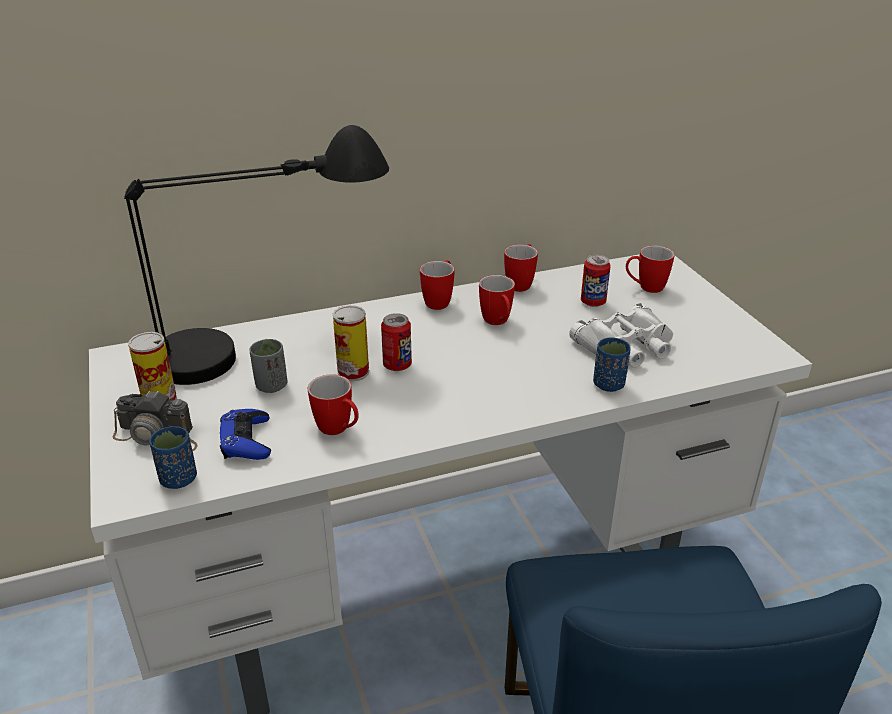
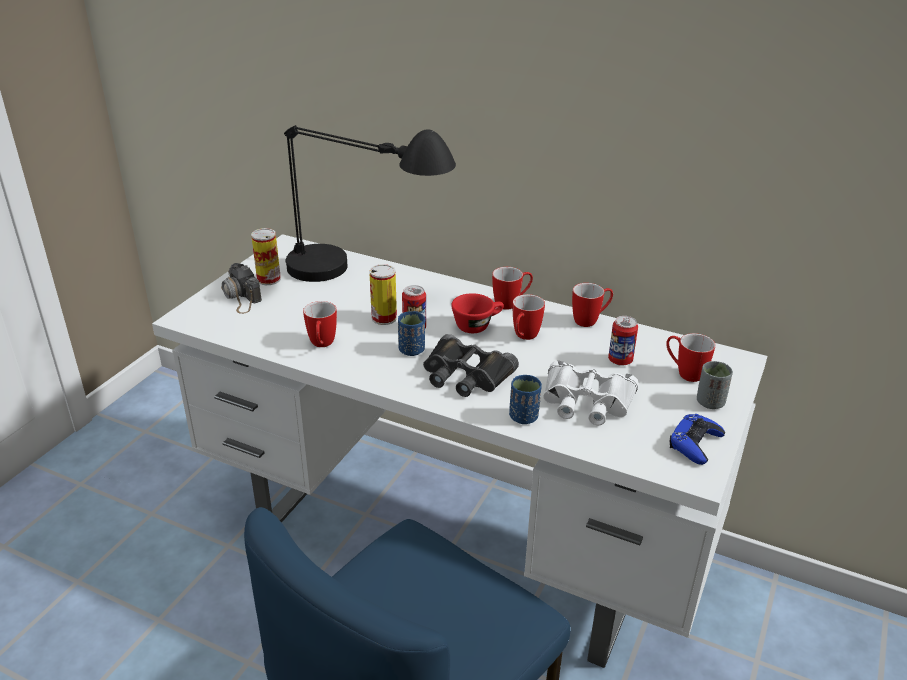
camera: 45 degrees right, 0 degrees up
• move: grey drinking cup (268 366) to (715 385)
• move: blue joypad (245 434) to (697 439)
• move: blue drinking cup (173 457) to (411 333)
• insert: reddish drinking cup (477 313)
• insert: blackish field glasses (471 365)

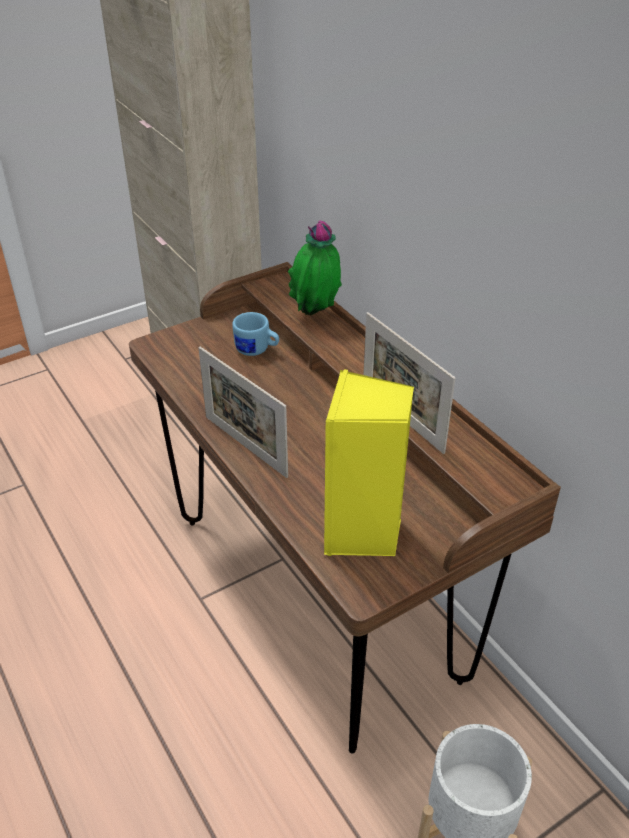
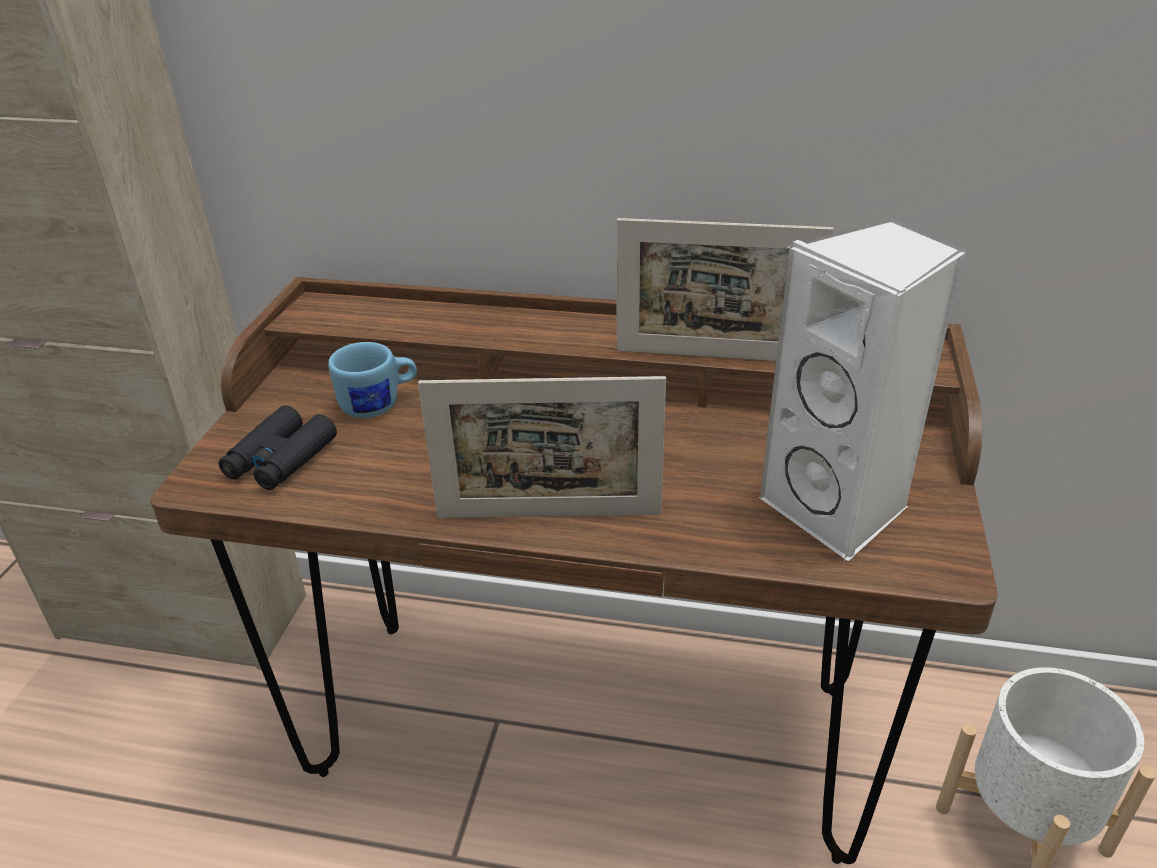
camera: 45 degrees left, 5 degrees down
• delete: plant in a pot (315 268)
• recolor: yellowish audio speaker (369 462) to white audio speaker (862 390)
• insert: blackish field glasses (277 447)

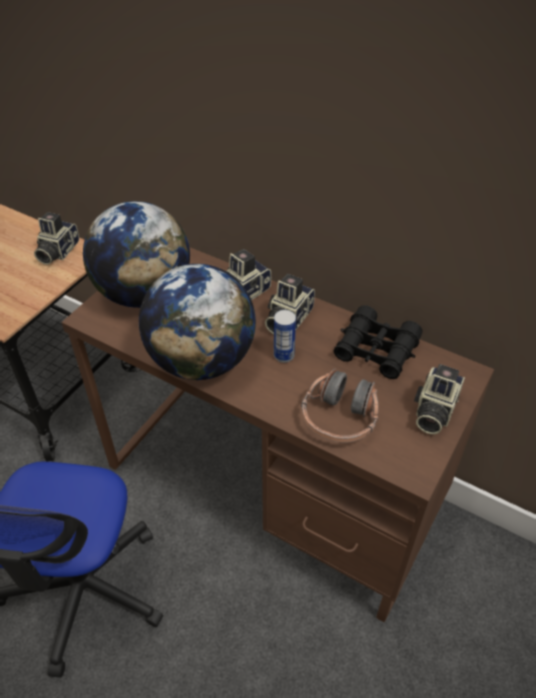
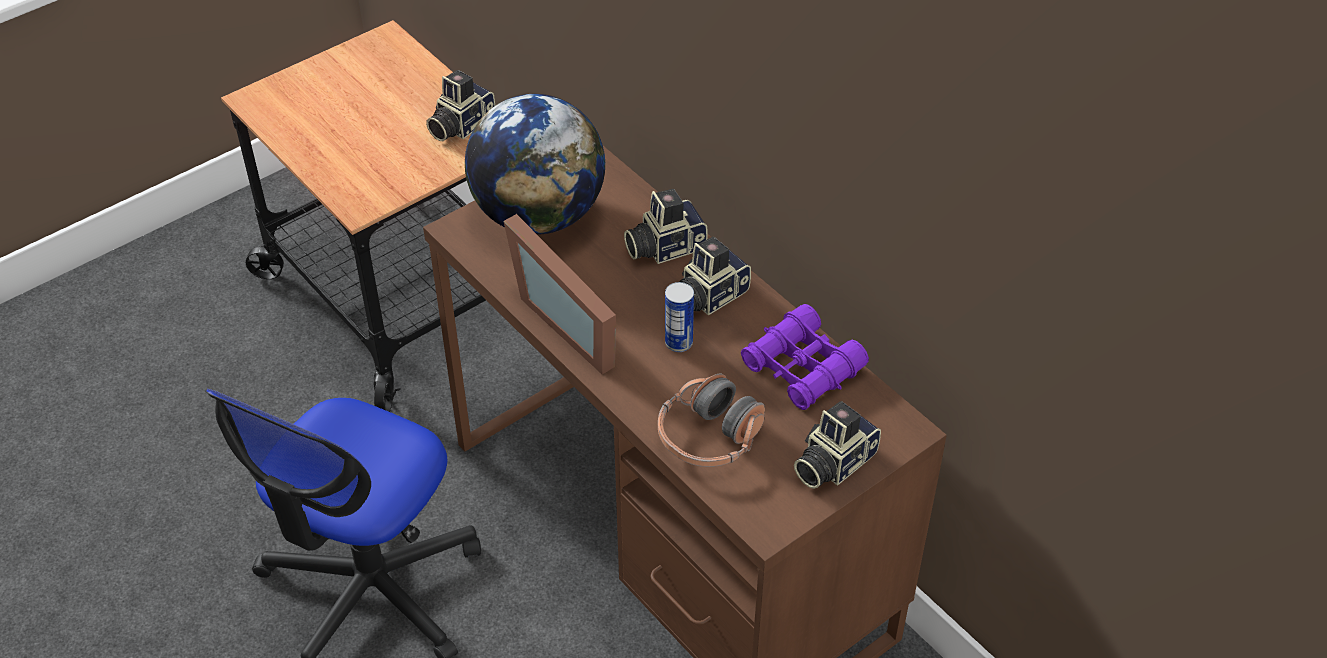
camera: 20 degrees right, 0 degrees up
• replace: desk globe (197 322) to picture frame (559 294)
• recolor: blackish field glasses (378 342) to purplish field glasses (805 357)

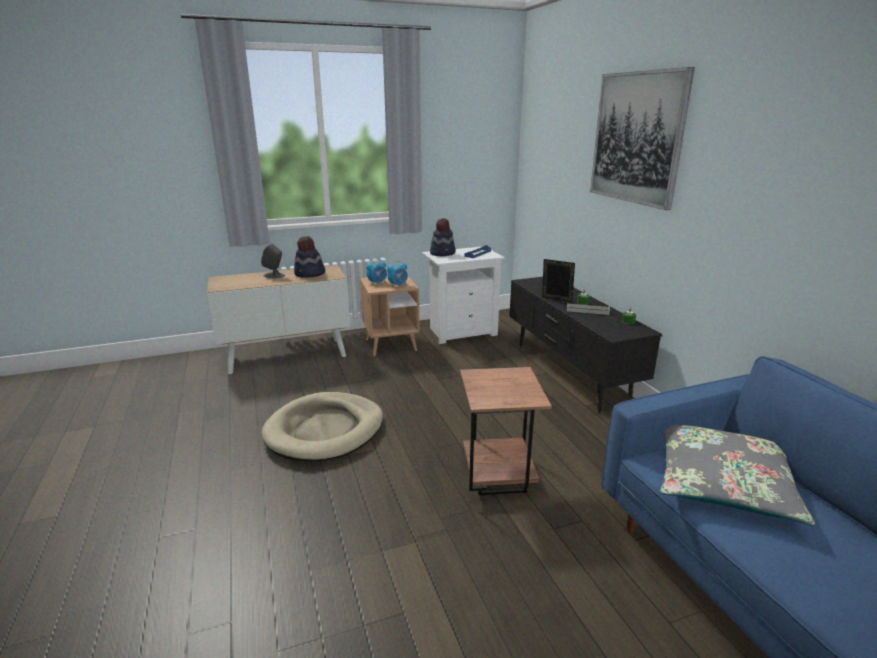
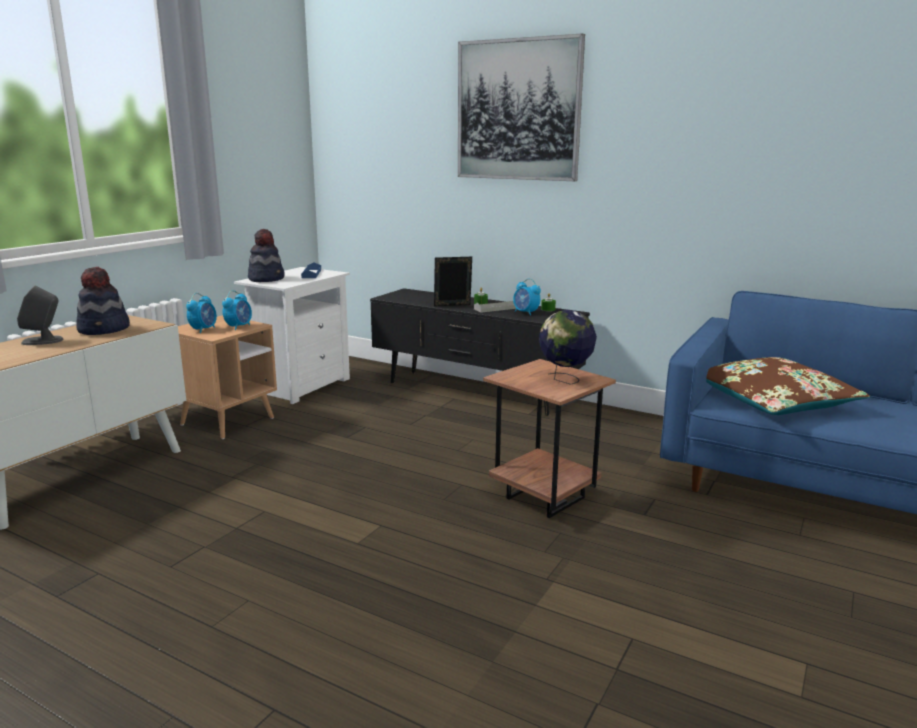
camera: 40 degrees left, 5 degrees down
• delete: sand-coloured dog cushion (322 427)
• recolor: grey pillow (737 475) to brown pillow (788 386)
• insert: table clock (527 297)
• insert: desk globe (568 347)

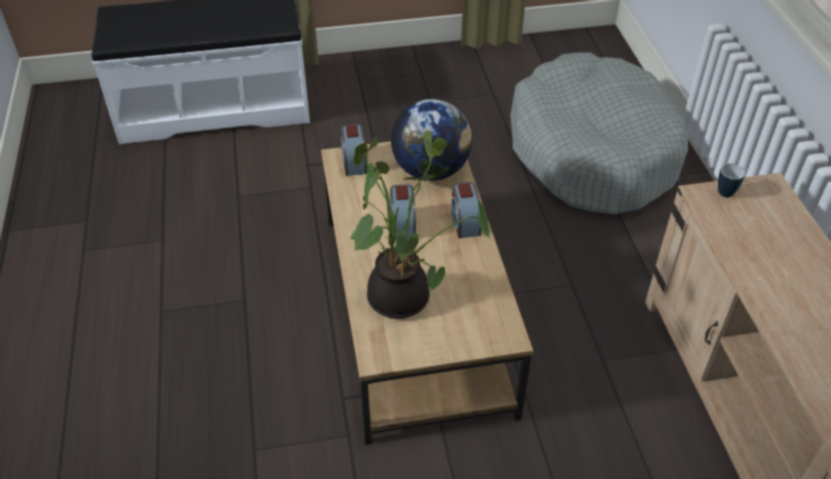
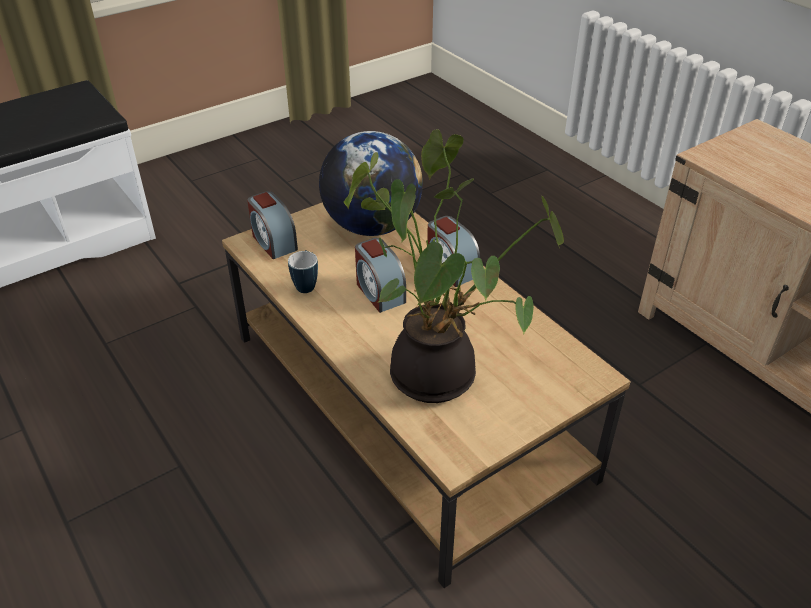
camera: 25 degrees left, 5 degrees down
• delete: grey dog cushion (599 133)
• move: coffee mug (731 180) to (303 271)

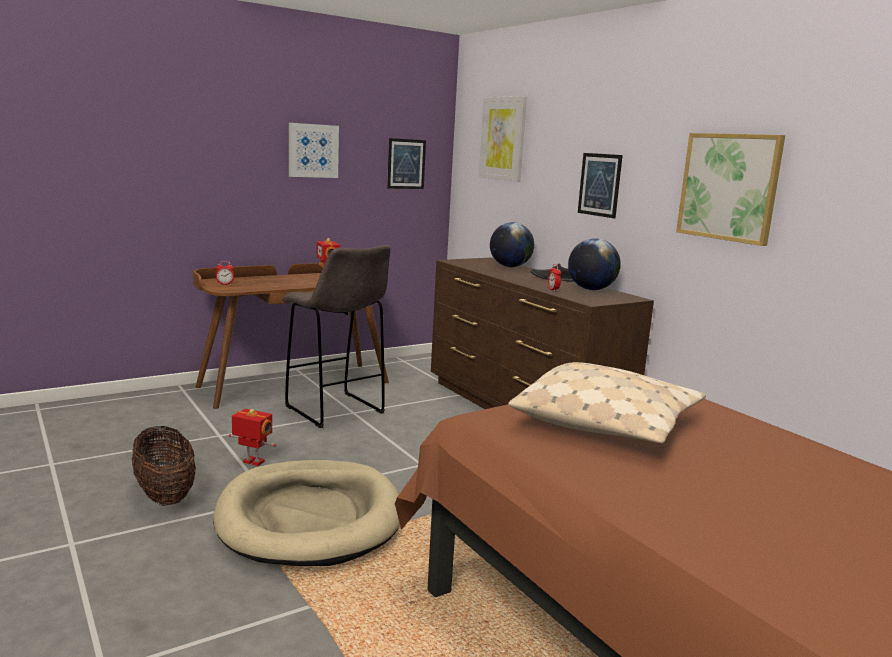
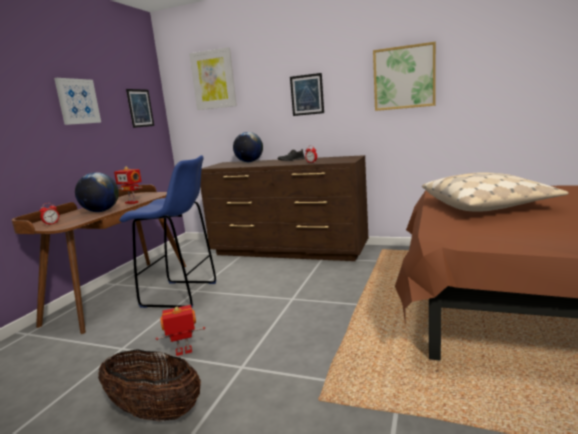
camera: 35 degrees left, 0 degrees up
• move: desk globe (594 264) to (97 192)
• recolor: grey stool seat (336 336) to blue stool seat (168 231)
• delete: sand-coloured dog cushion (306 513)

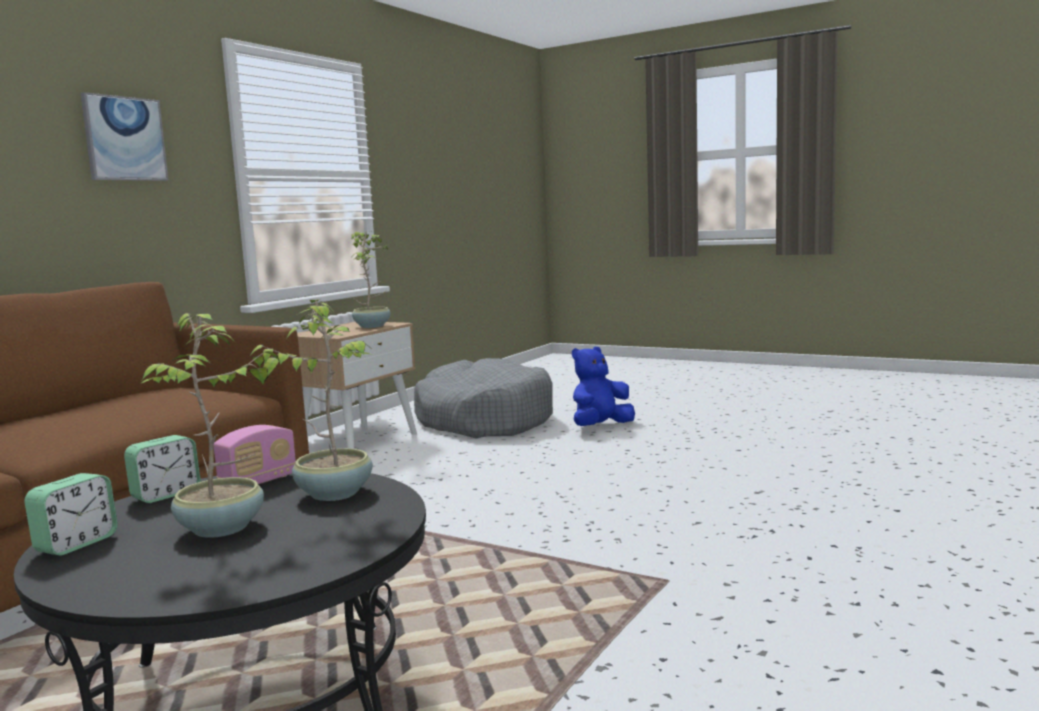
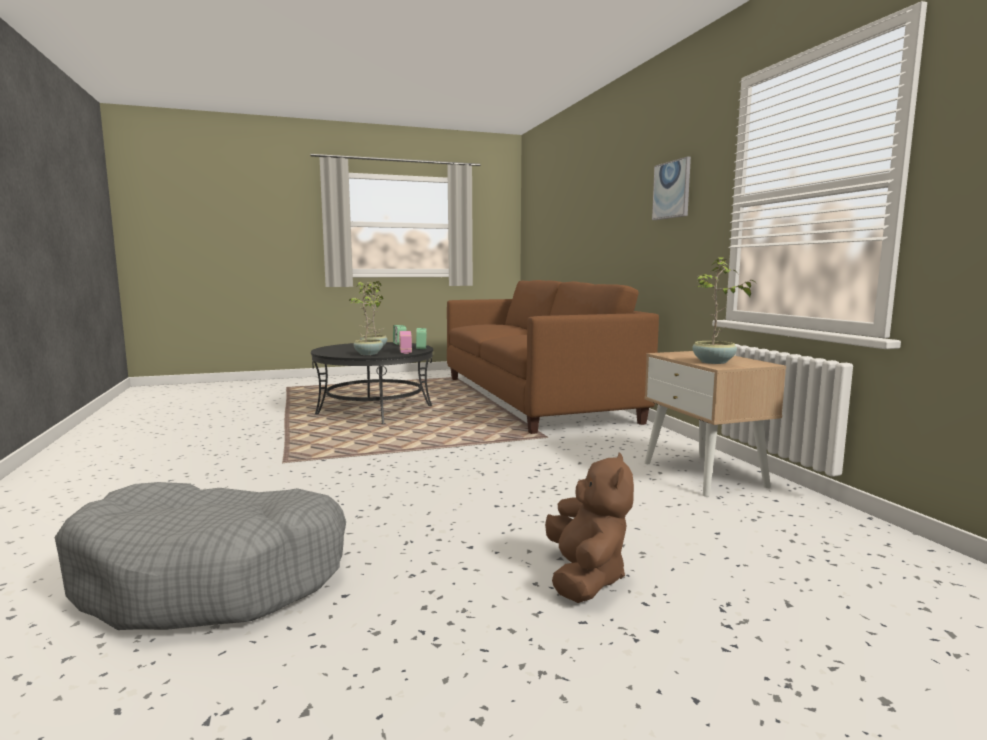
camera: 130 degrees right, 0 degrees up
• recolor: blue cuddly toy (603 386) to brown cuddly toy (589 527)
• move: grey dog cushion (483 398) to (200 556)

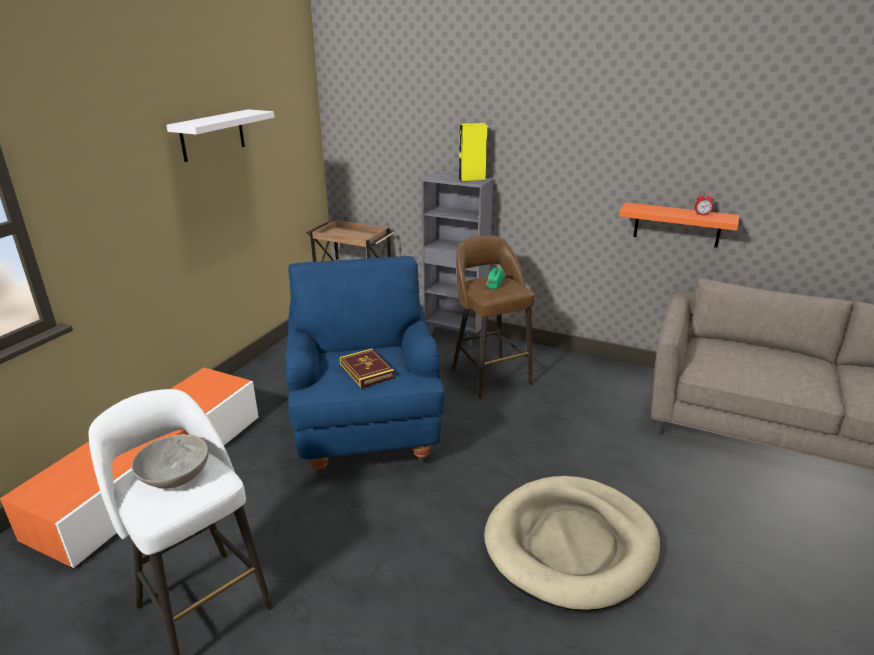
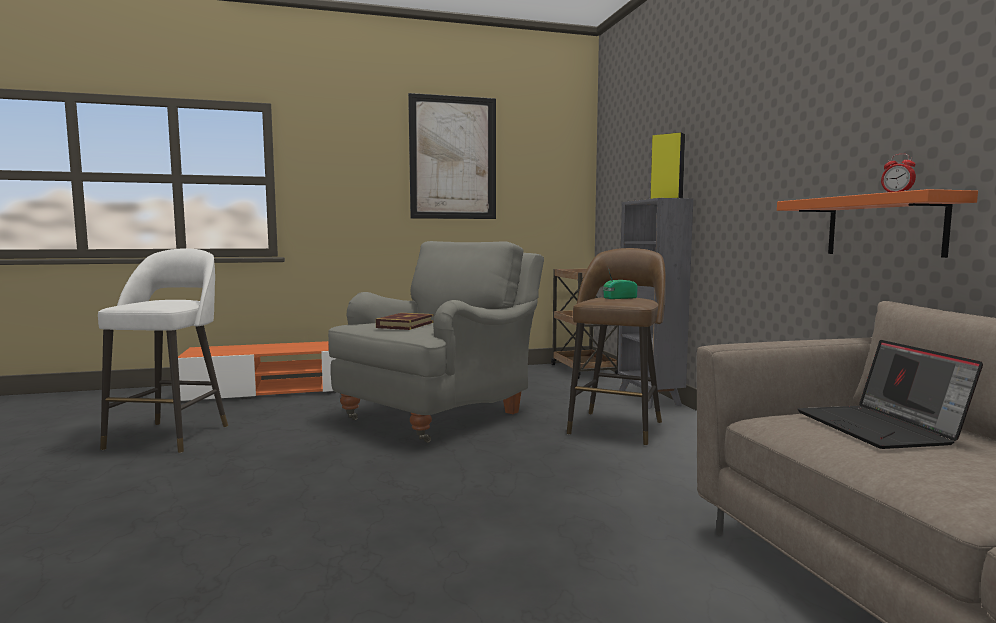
camera: 50 degrees right, 20 degrees down
• replace: white shelf (220 135) to wall art (452 156)
• recolor: blue armchair (365 365) to grey armchair (436 342)
• delete: grey bowl (169 461)
• delete: sand-coloured dog cushion (572 543)
• insert: portable computer (890 394)

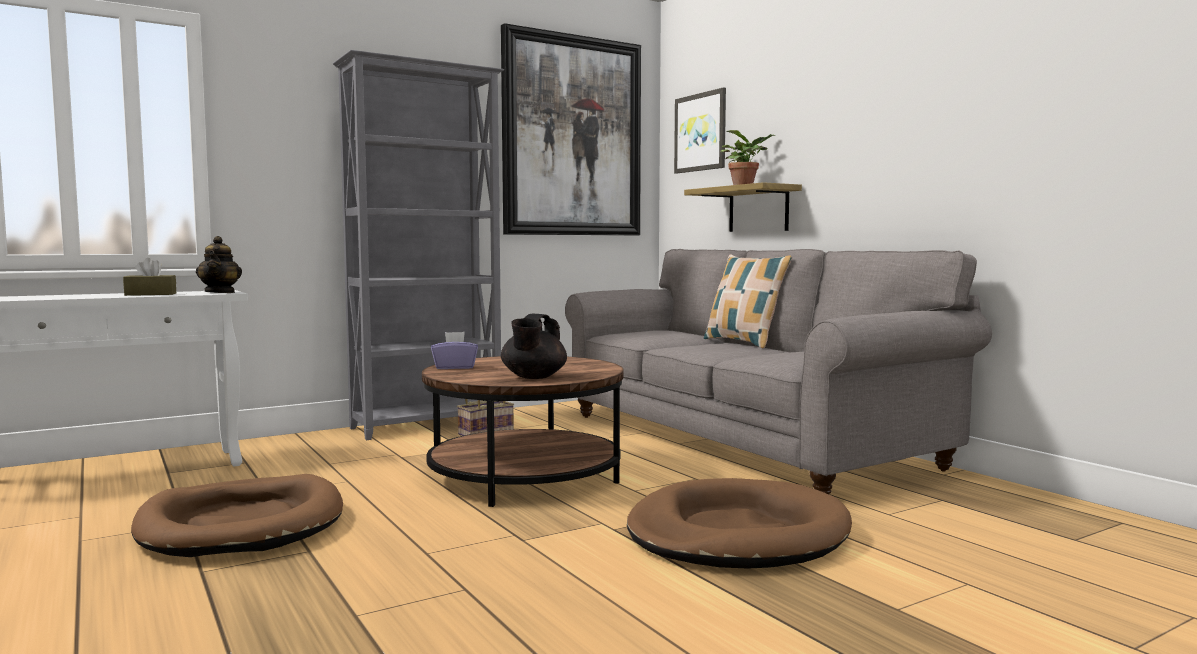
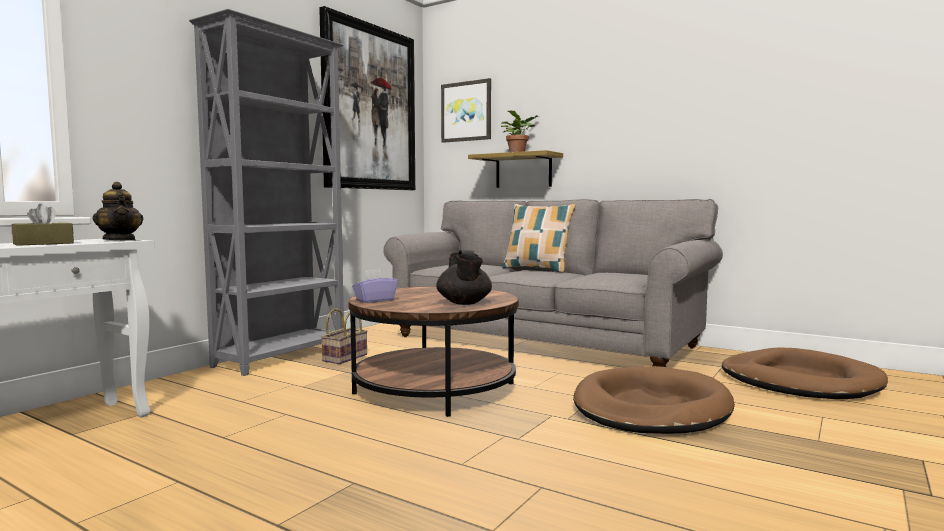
camera: 25 degrees left, 0 degrees up
• move: brown dog cushion (237 515) to (805 373)

